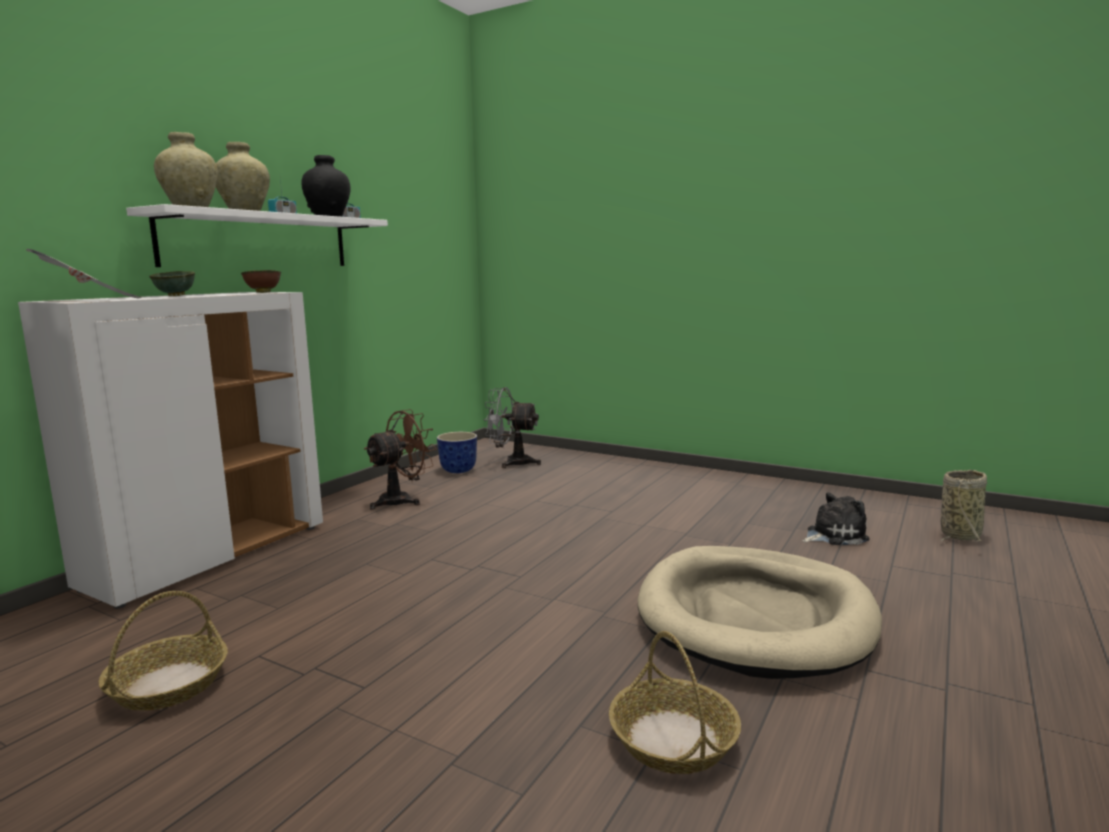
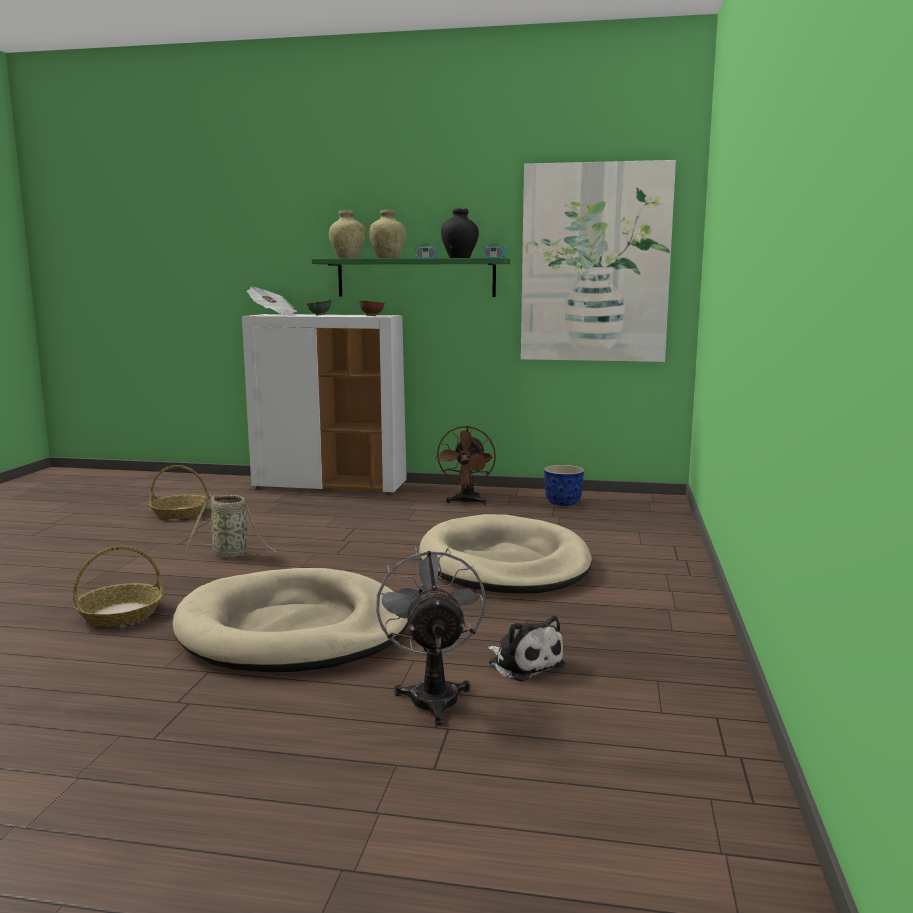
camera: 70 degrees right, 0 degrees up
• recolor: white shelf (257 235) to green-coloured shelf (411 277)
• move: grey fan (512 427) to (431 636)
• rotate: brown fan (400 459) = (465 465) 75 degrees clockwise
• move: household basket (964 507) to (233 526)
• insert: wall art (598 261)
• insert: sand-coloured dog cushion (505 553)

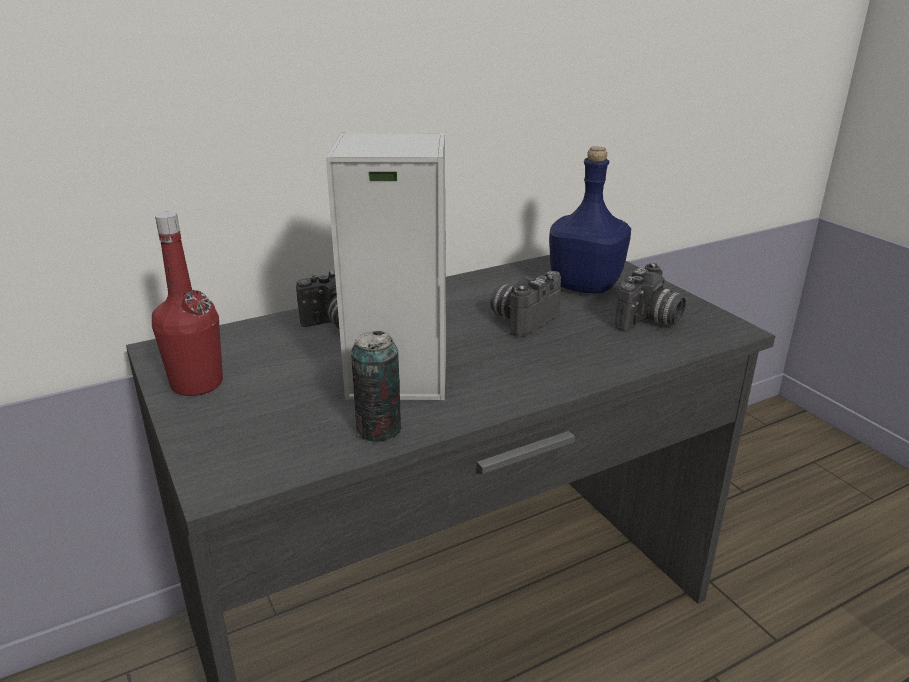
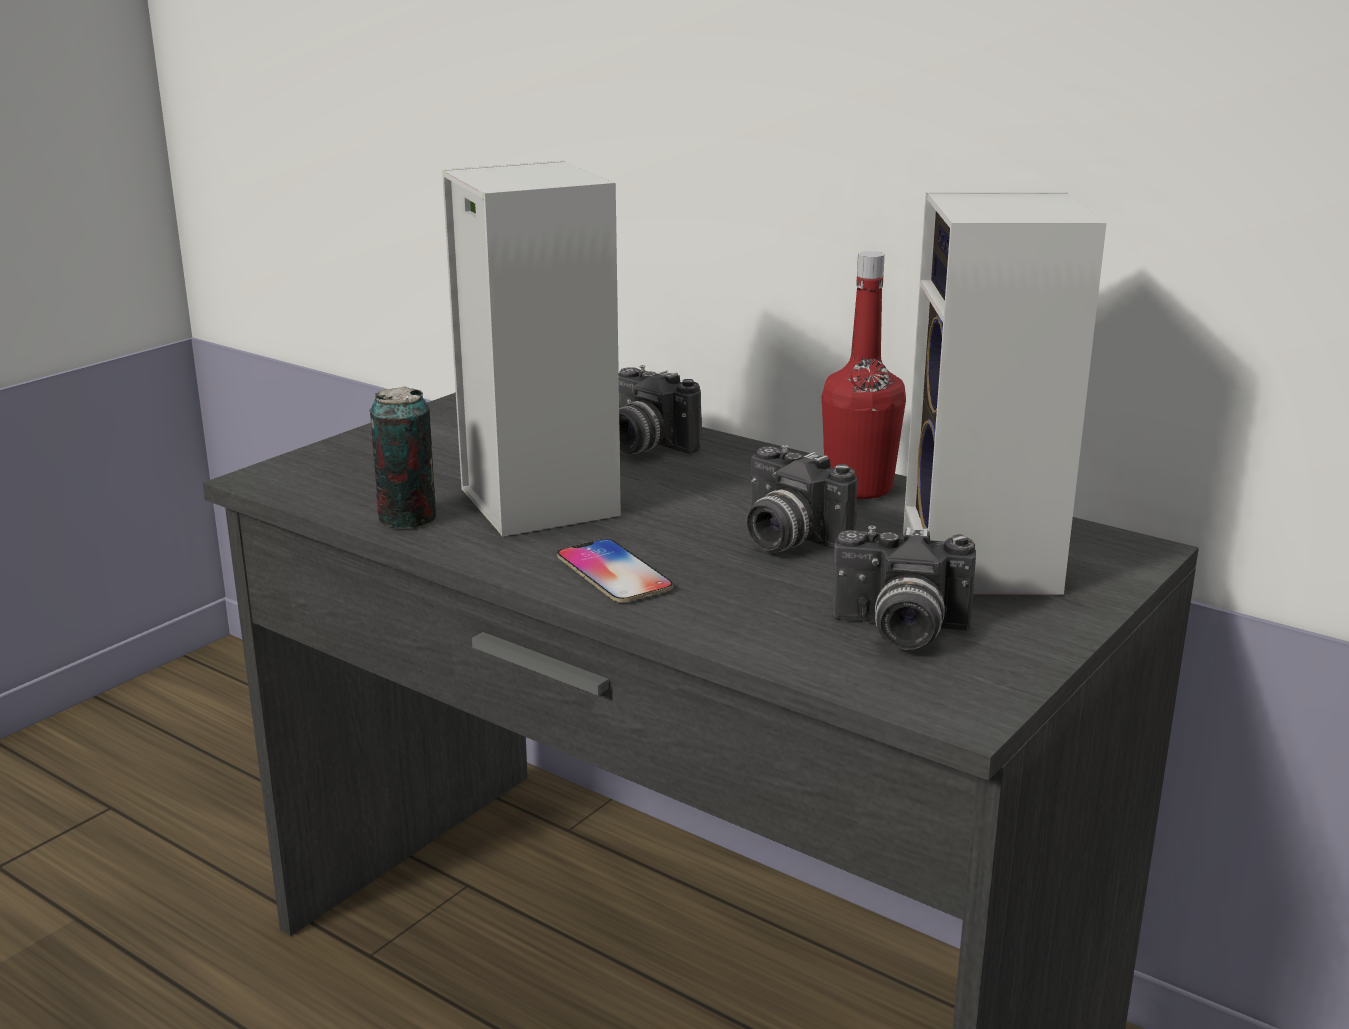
camera: 65 degrees right, 5 degrees down
• replace: blue drink bottle (590 220) to audio speaker (1005 393)
• move: reddish drink bottle (187 303) to (864 375)
• rotate: photo camera (525 304) = (802 498) 150 degrees counterclockwise
• insert: telephone (615 570)

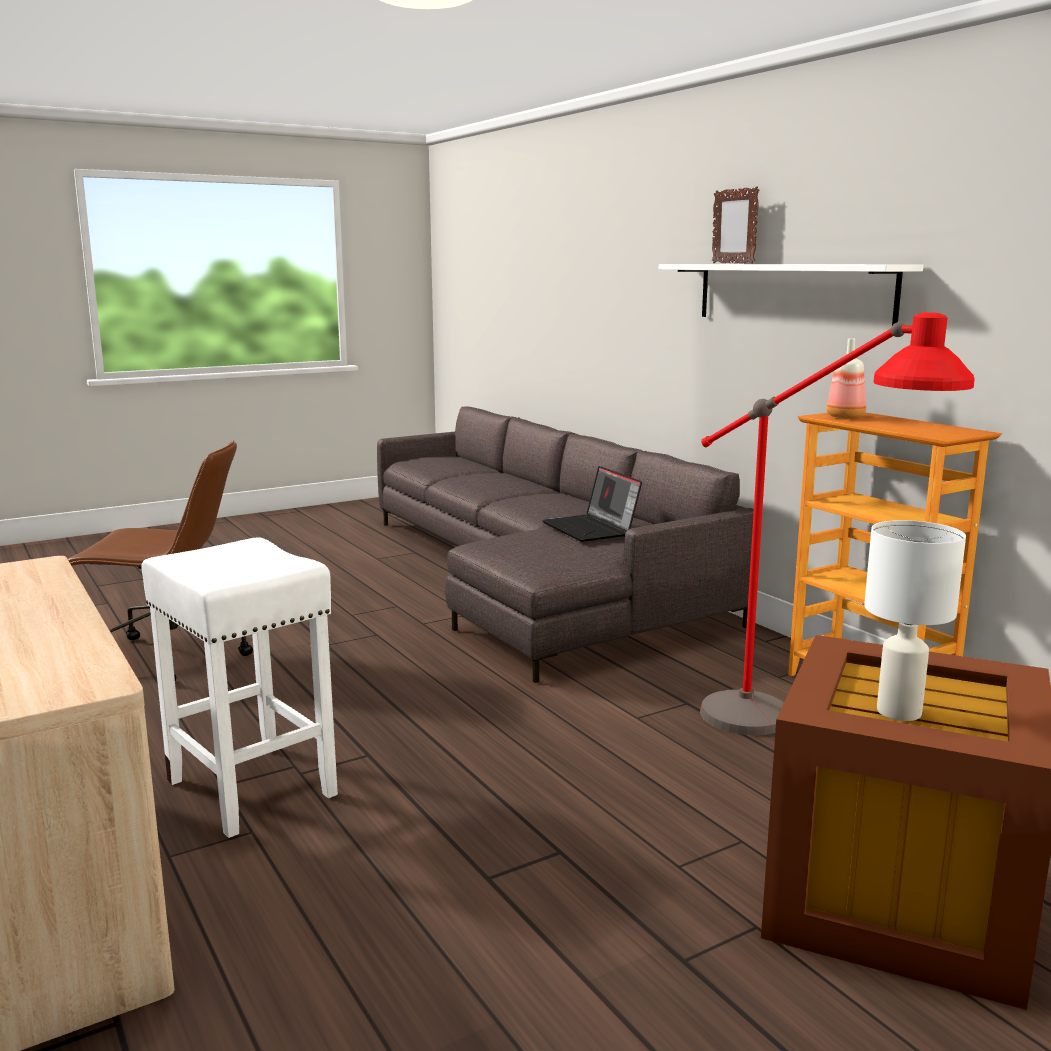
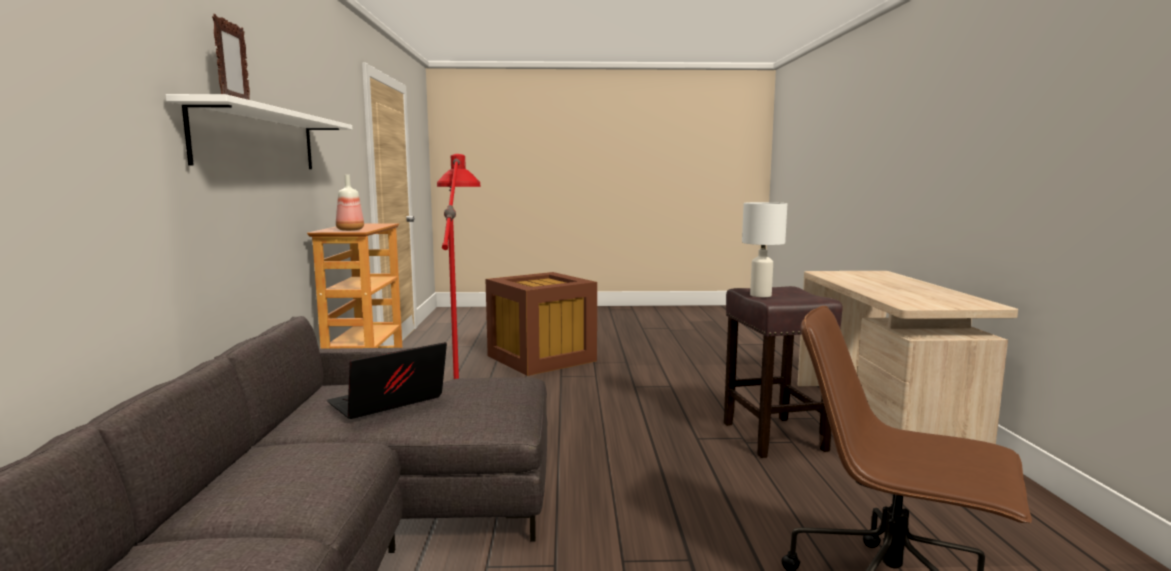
camera: 150 degrees left, 5 degrees down
• rotate: portable computer (592 504) = (387 380) 135 degrees counterclockwise
• move: white tabletop lamp (915 620) to (764 249)
• recolor: white stool seat (240 687) to brown stool seat (783 372)

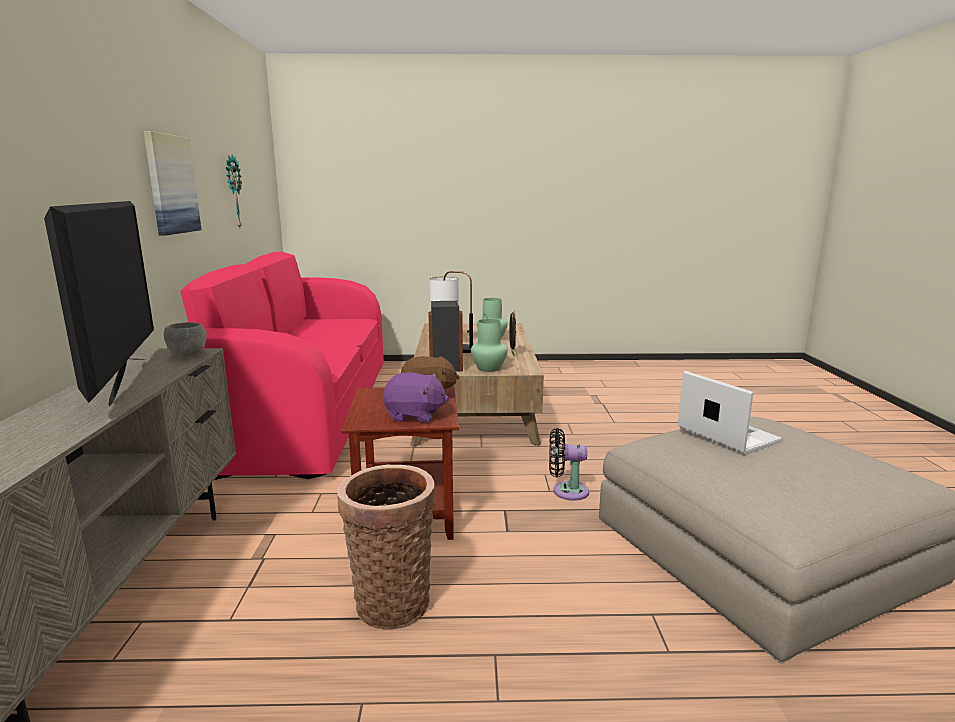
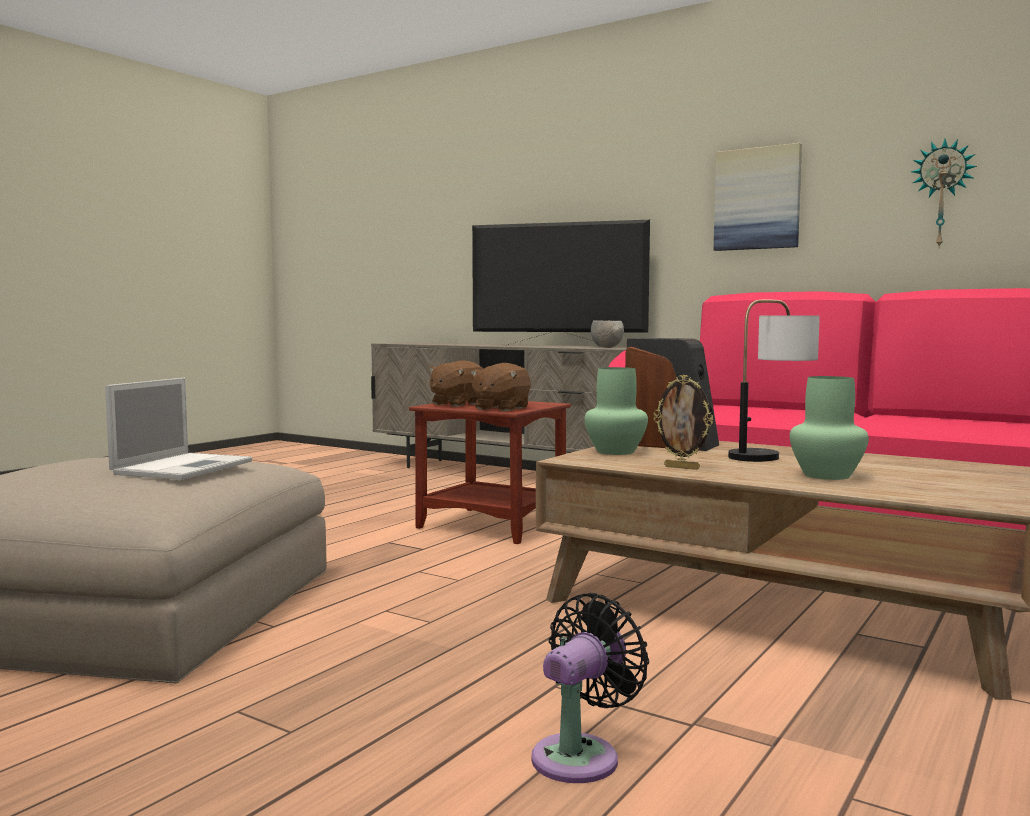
camera: 125 degrees right, 10 degrees down
• rotate: portable computer (730 413) = (178 429) 75 degrees counterclockwise
• recolor: purplish cuddly toy (416 397) to brown cuddly toy (456 384)
• move: blackish fan (569 464) to (590 688)
• delete: household basket (386 547)

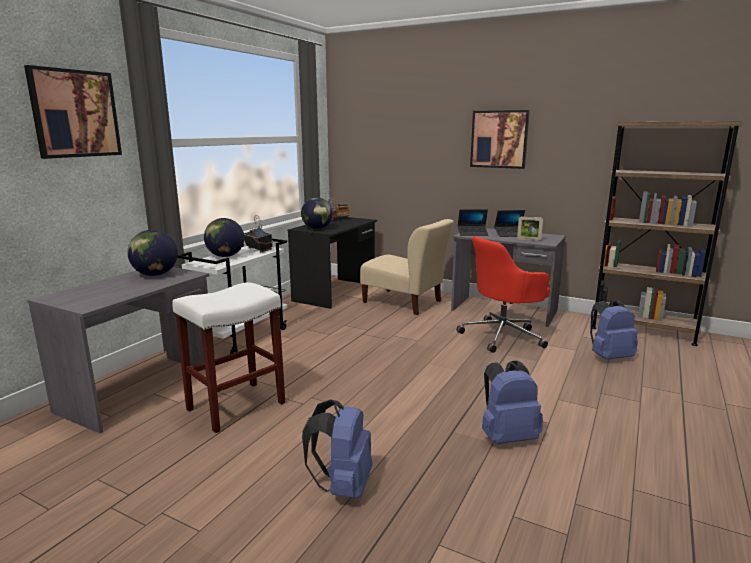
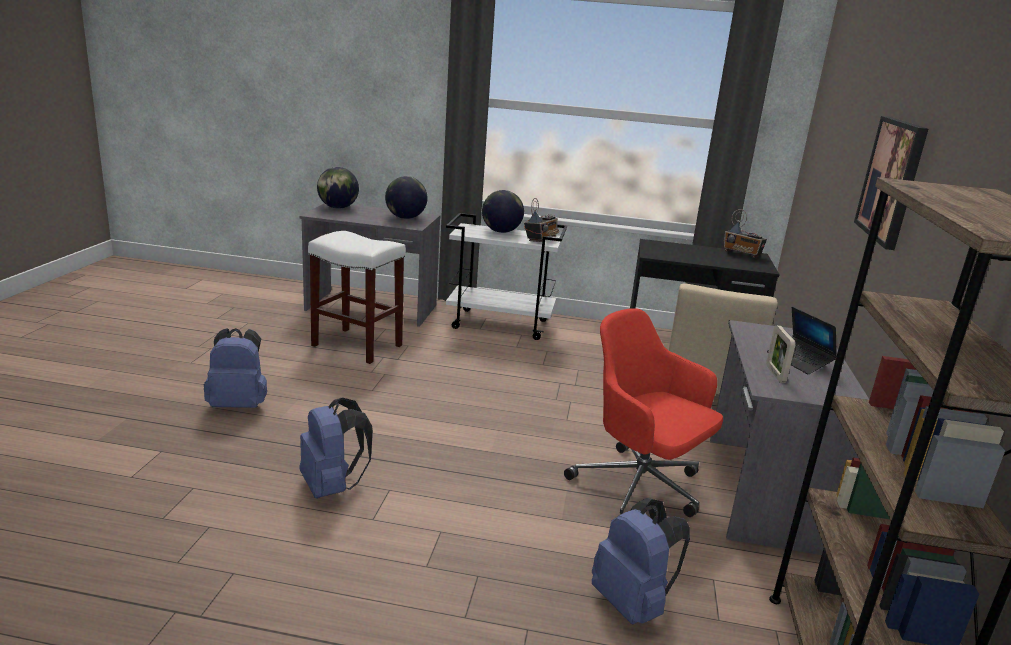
camera: 70 degrees right, 5 degrees up
• delete: wall art (73 112)
• move: desk globe (317 213) to (338 188)
• delete: portable computer (473 222)

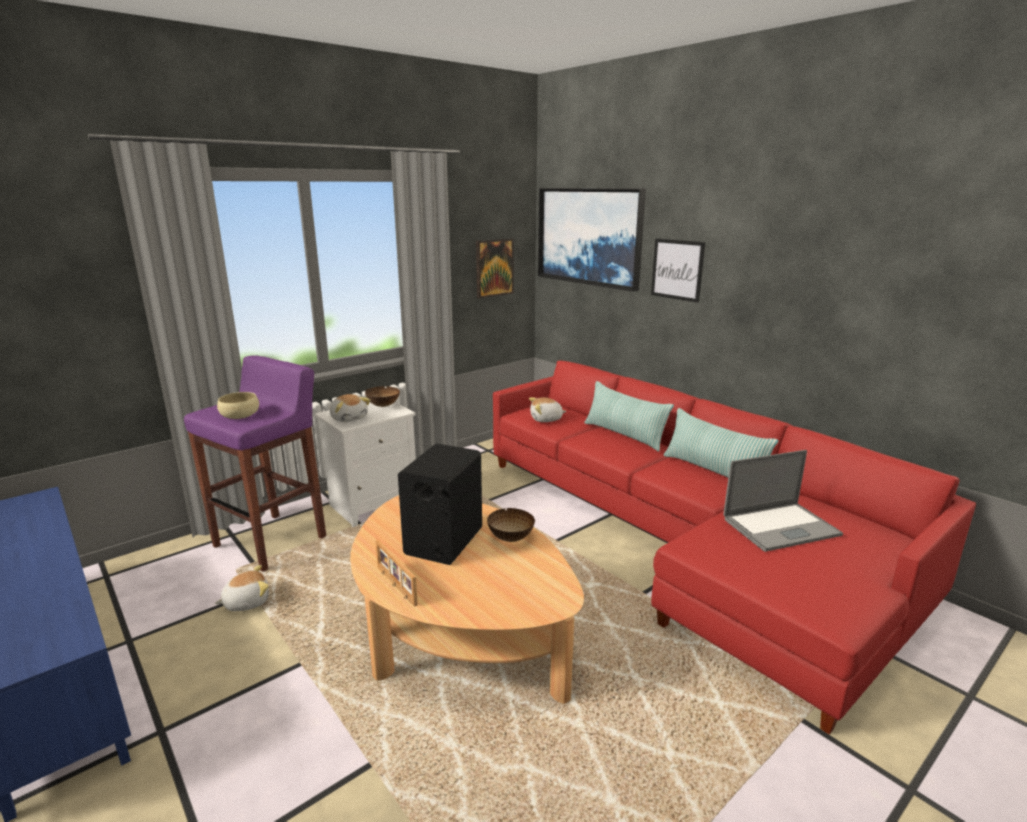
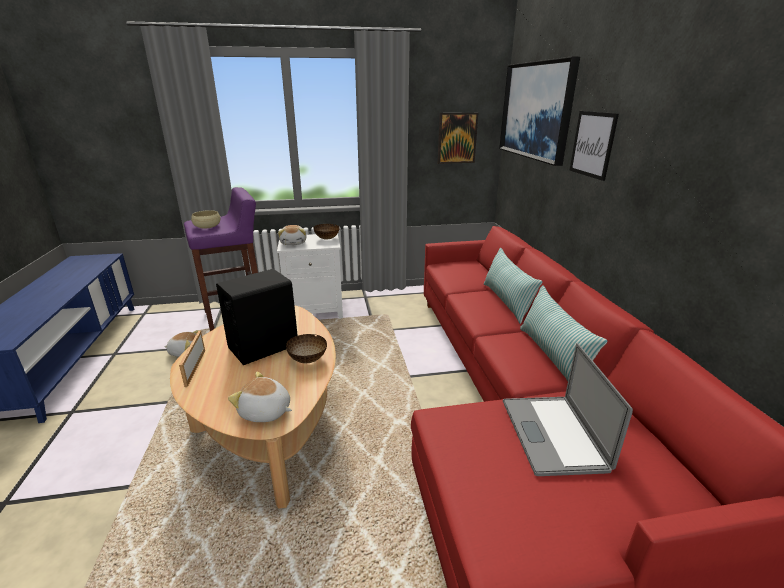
camera: 30 degrees right, 5 degrees up
• move: cuddly toy (548 409) to (260 396)
• rotate: portable computer (783 501) = (568 409) 75 degrees clockwise

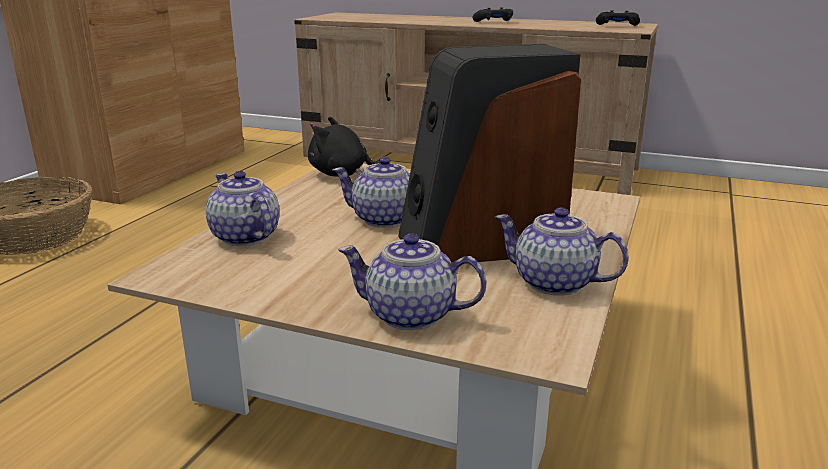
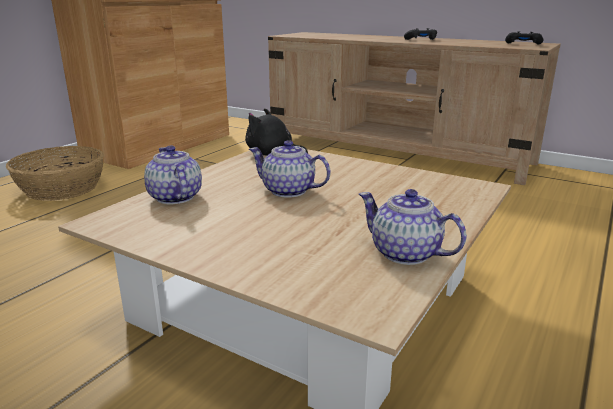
camera: 10 degrees right, 0 degrees up
• delete: audio speaker (489 153)
• delete: pot for tea (412 281)

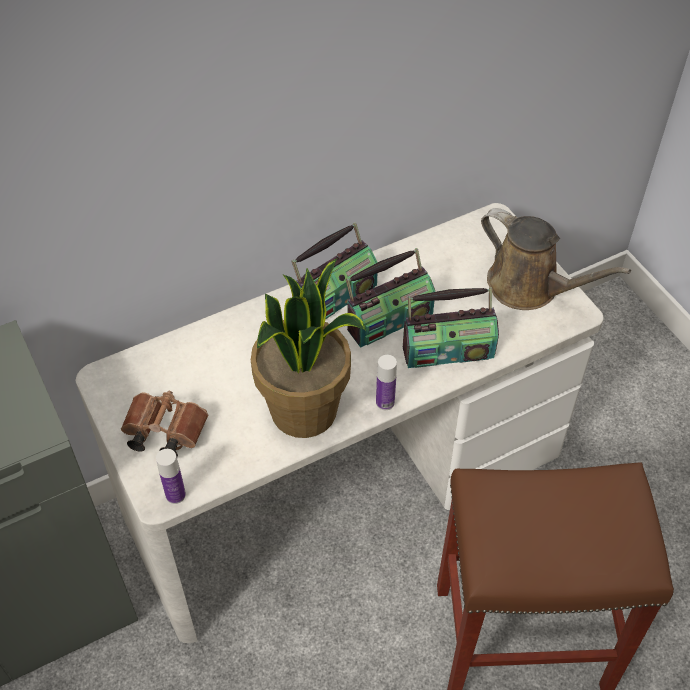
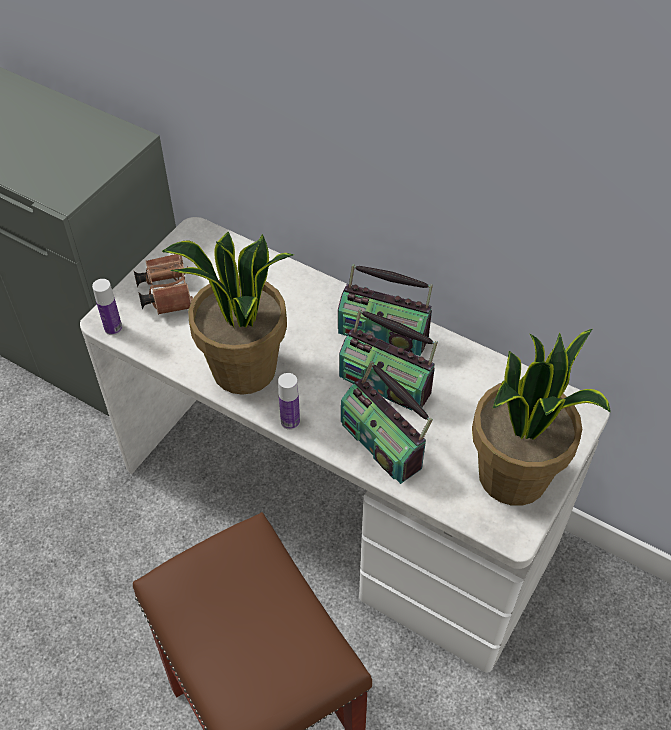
camera: 60 degrees right, 0 degrees up
• replace: brown sprinkling can (556 259) to plant in a pot (541 417)

